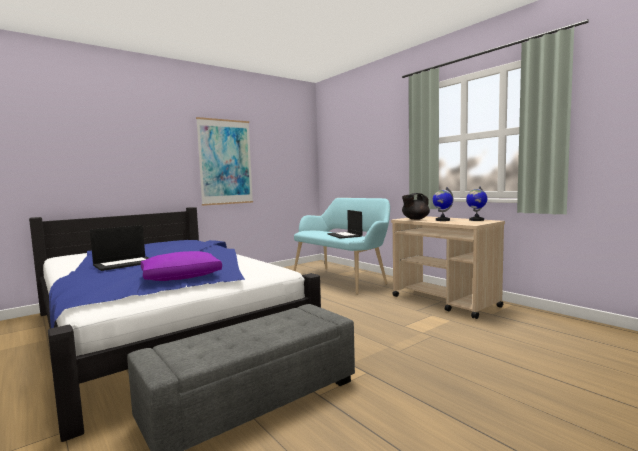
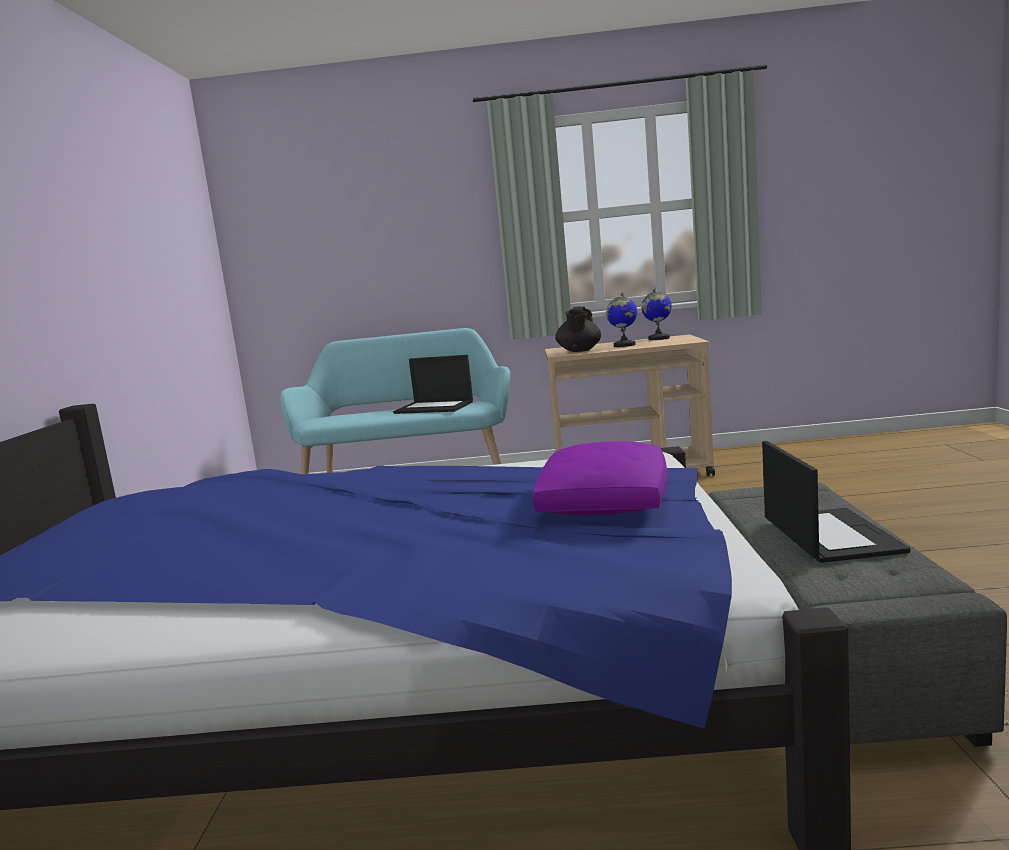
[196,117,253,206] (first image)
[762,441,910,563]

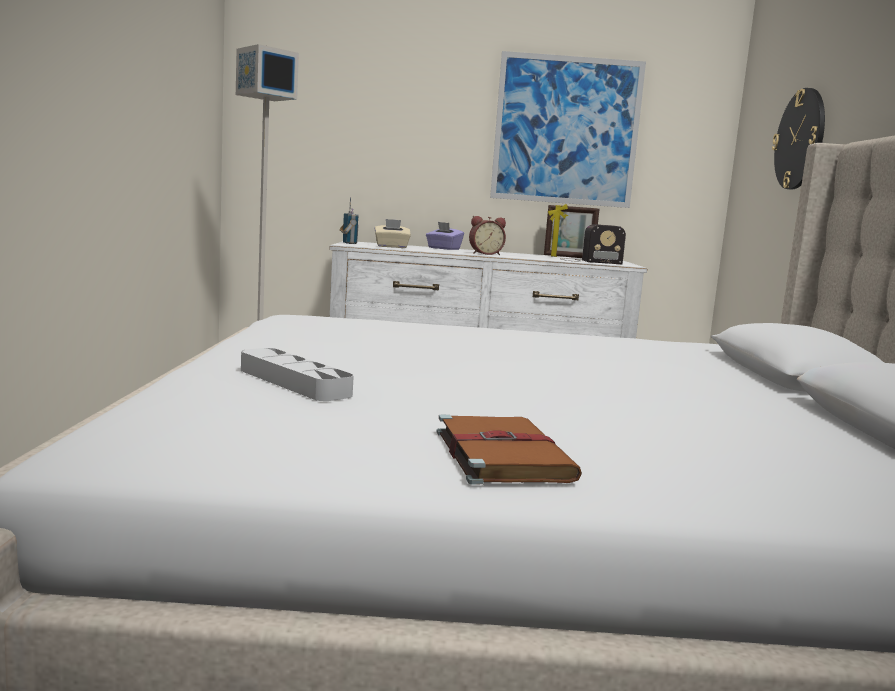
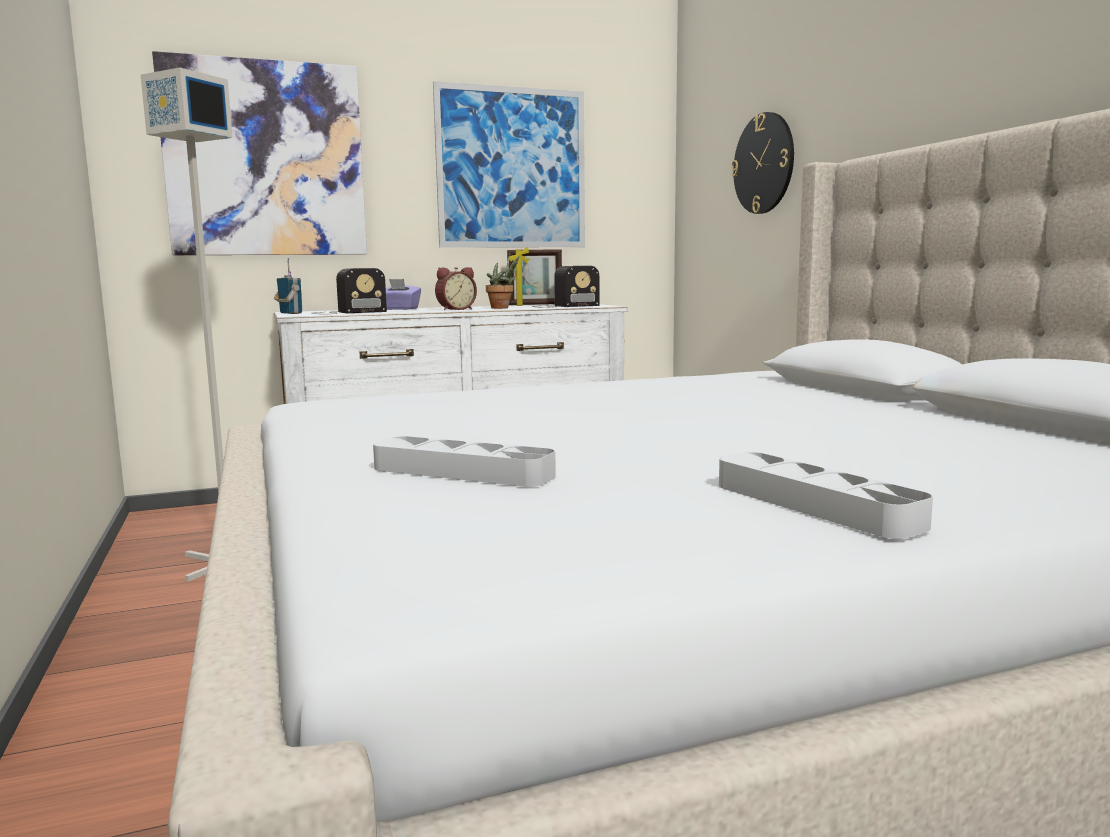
[152,51,367,255]
[486,256,520,309]
[312,268,387,314]
[719,452,933,539]

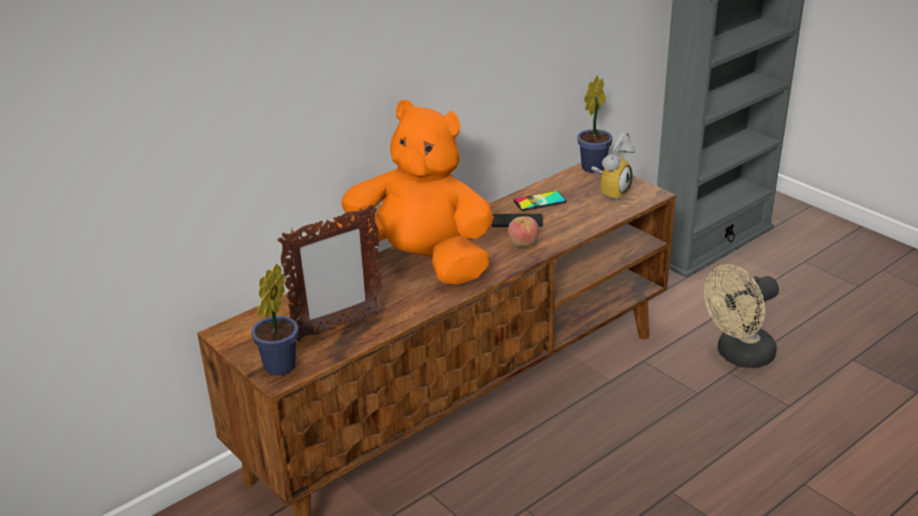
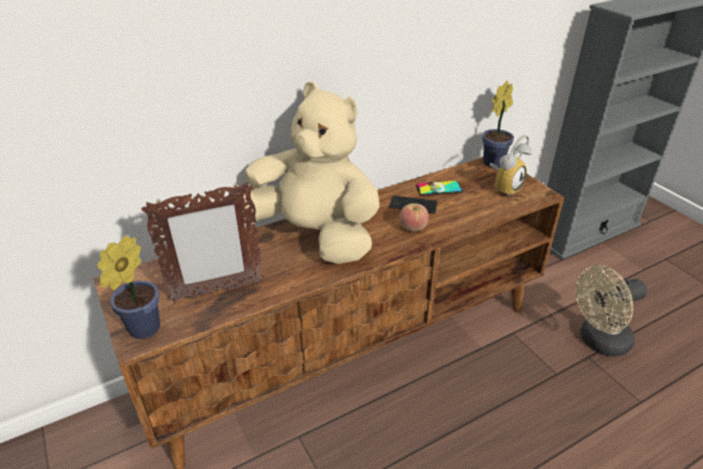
[243,82,380,264]

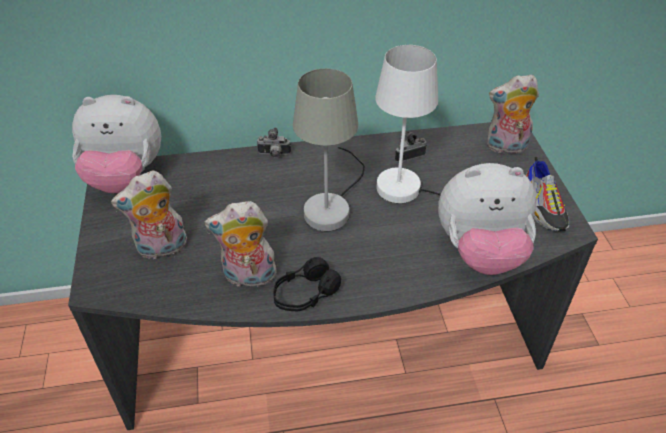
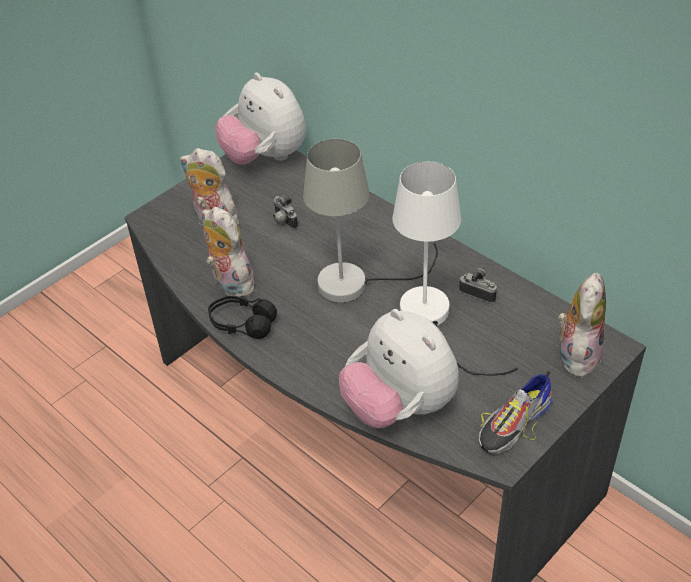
[273,195,298,229]
[558,273,606,377]

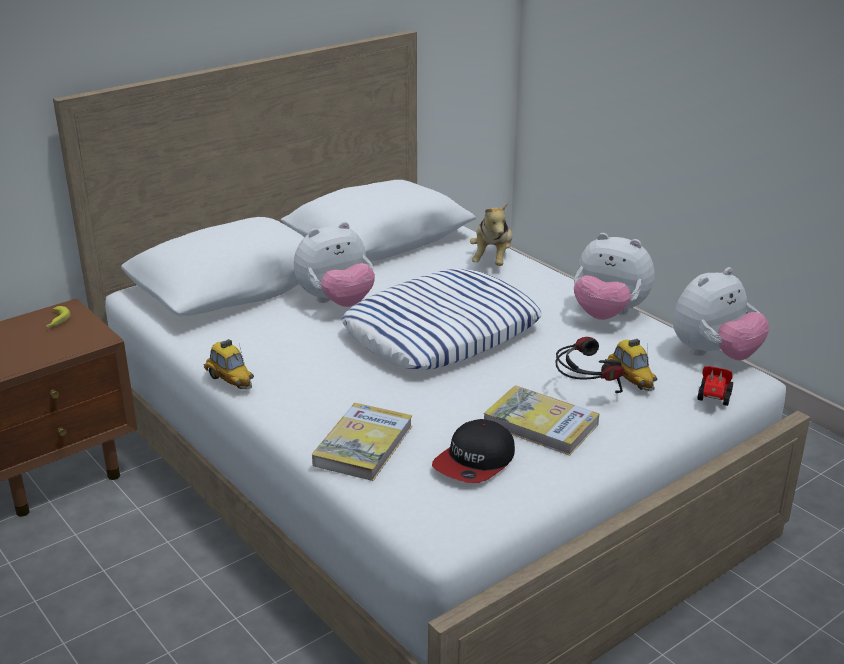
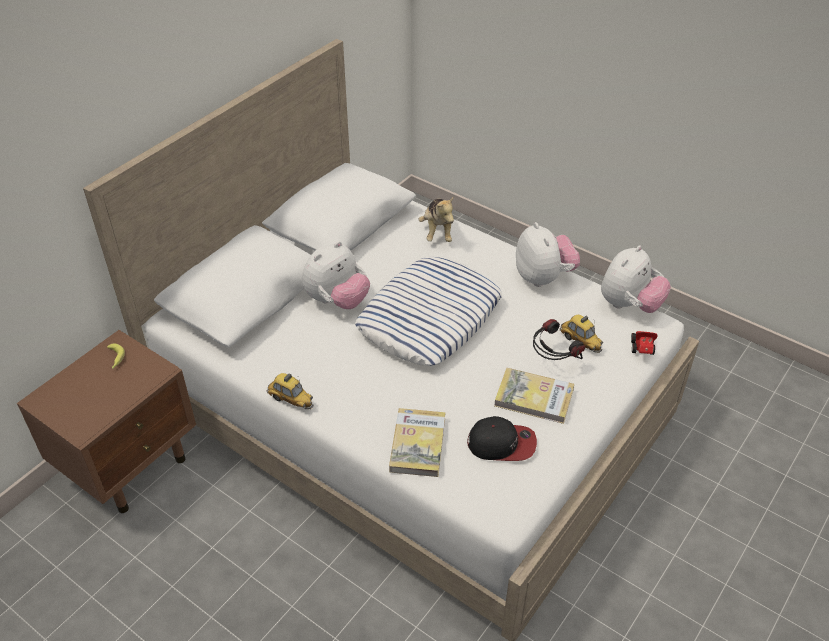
[467,416,537,461]
[516,222,580,287]

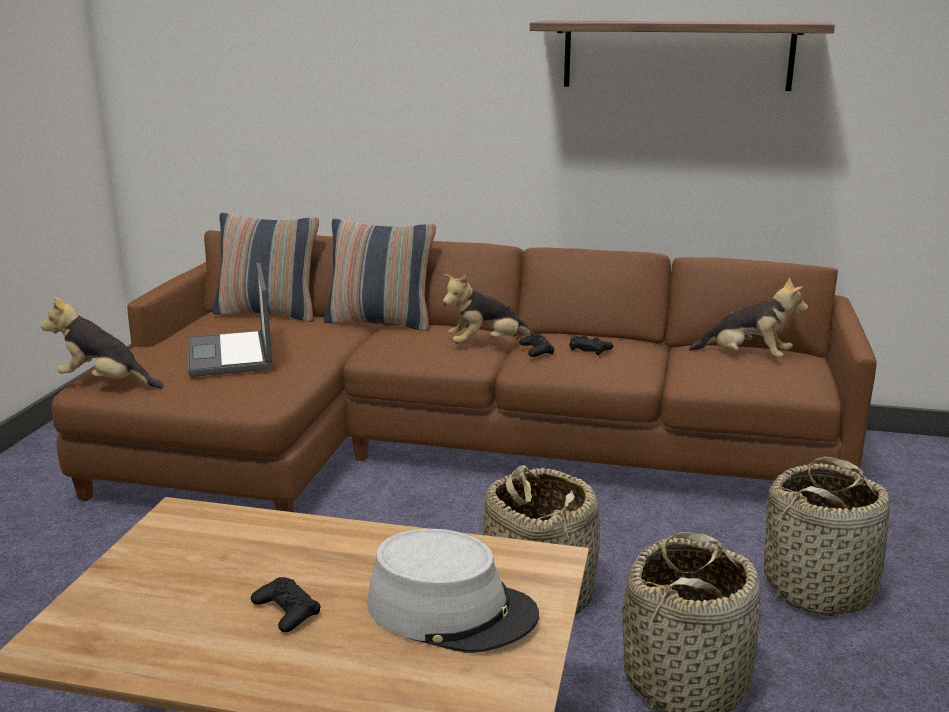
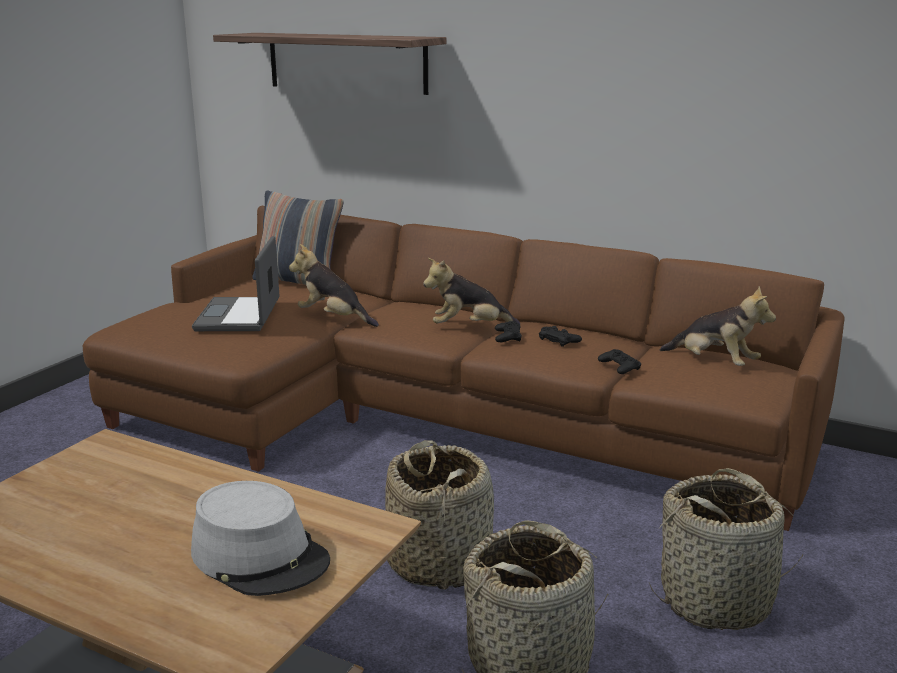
[324,219,436,331] (first image)
[289,244,379,327]
[598,349,641,374]
[213,33,446,95]

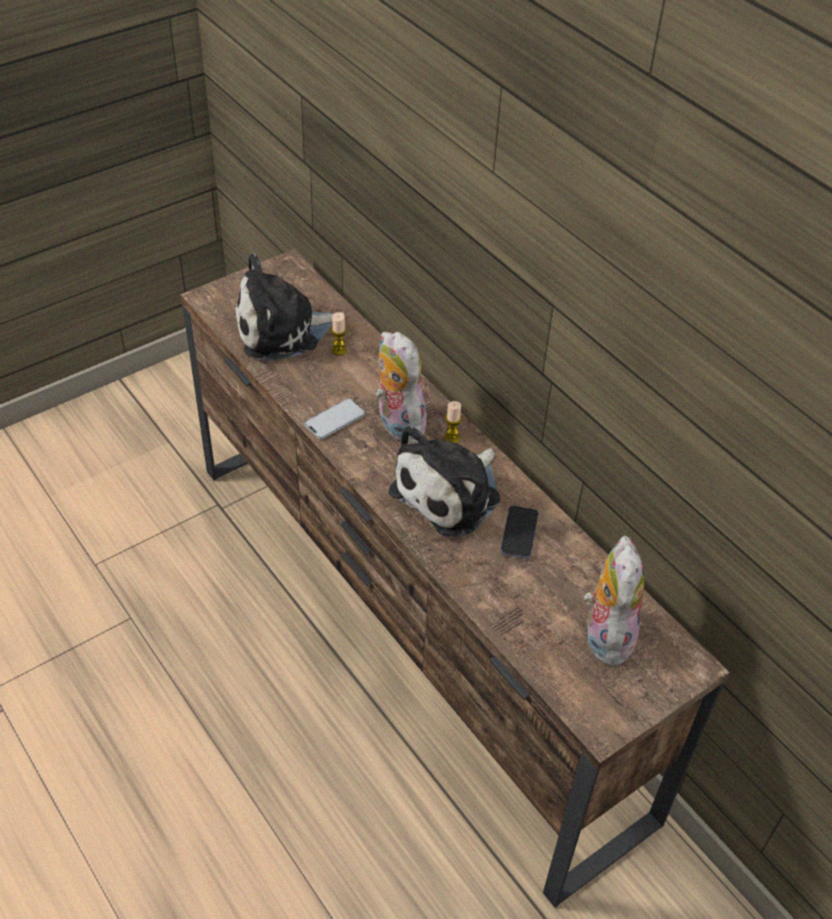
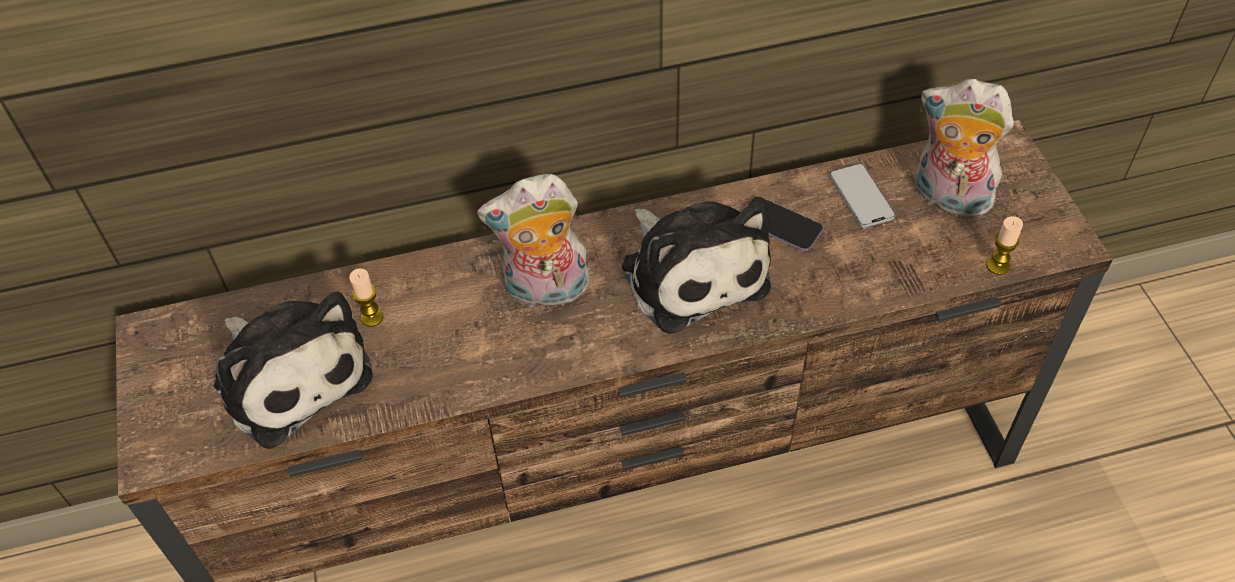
[829,163,895,228]
[986,216,1023,275]
[214,291,373,449]

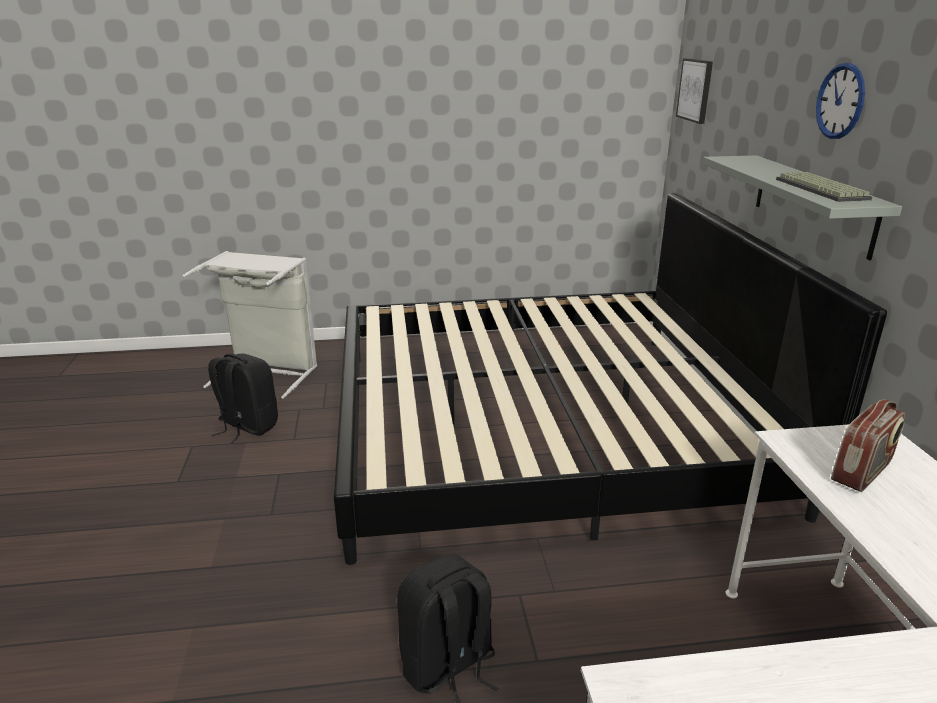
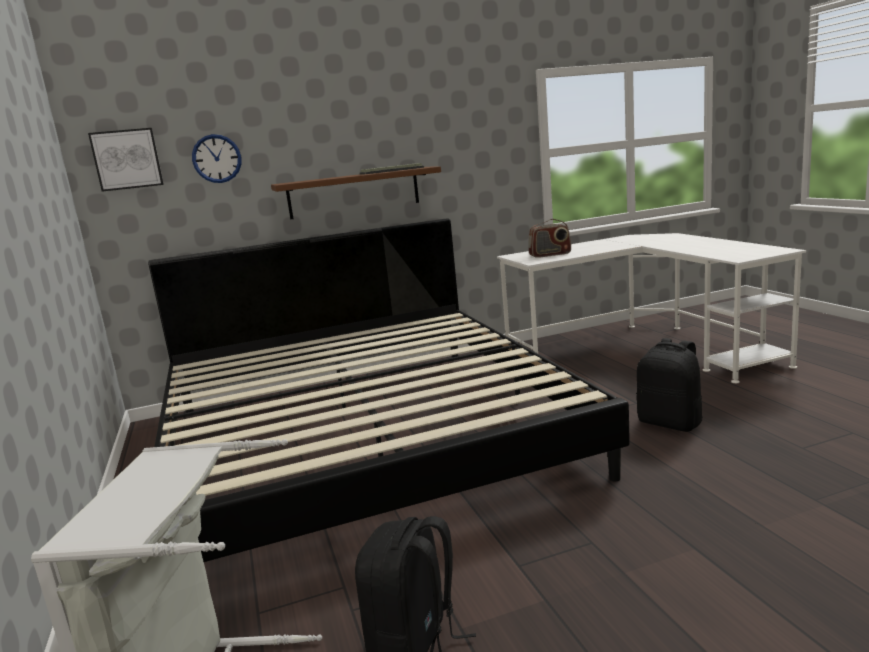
[192,134,242,183]
[271,166,441,219]
[528,219,571,258]

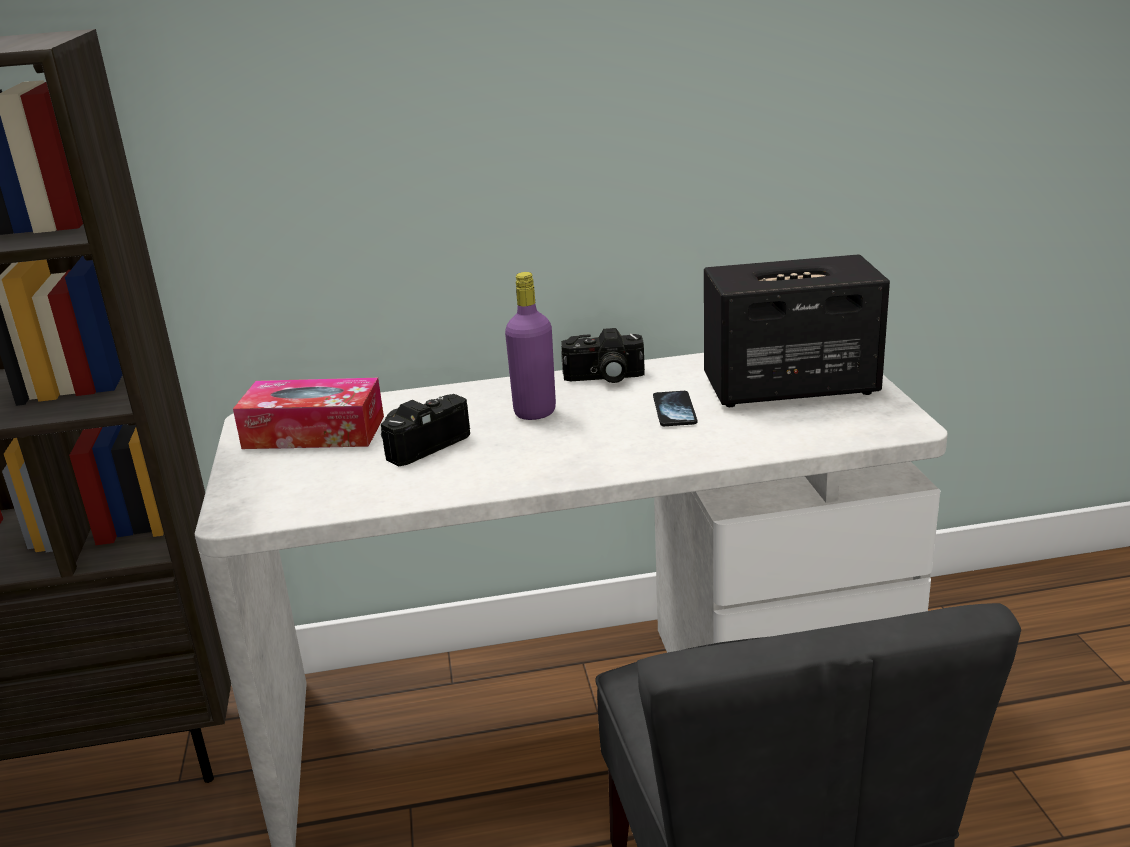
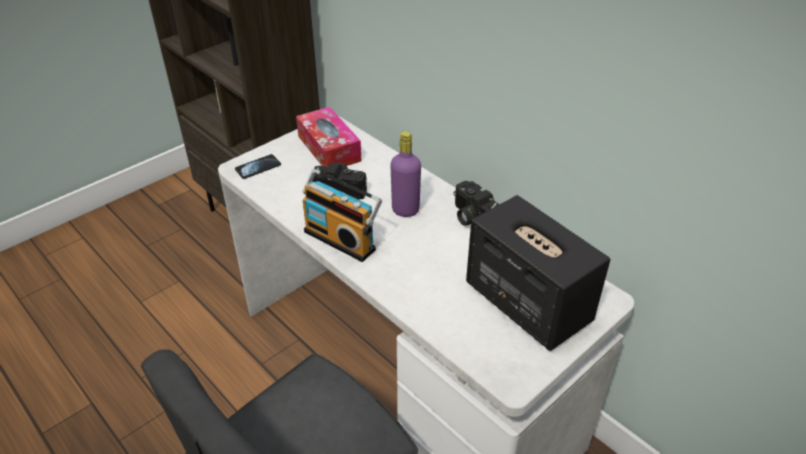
[302,169,382,262]
[235,154,281,179]

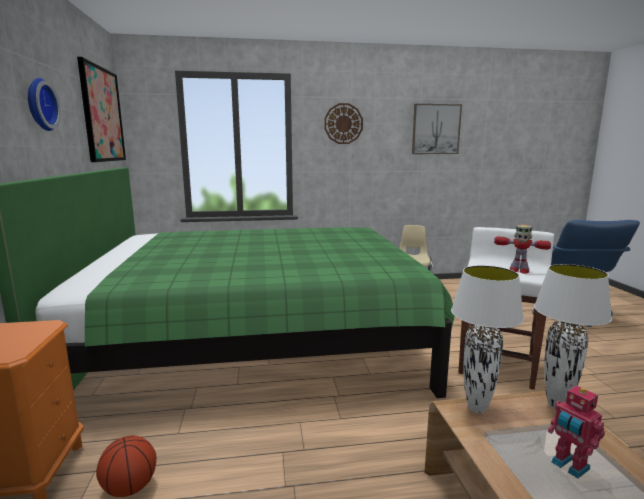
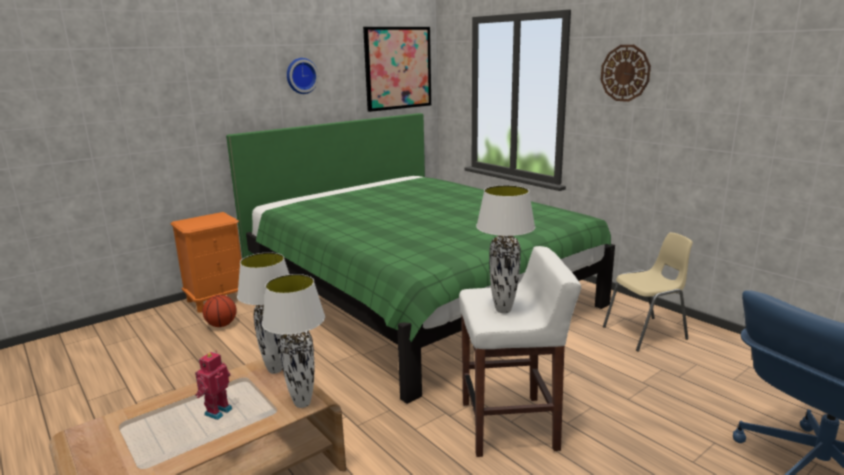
[412,104,462,154] (first image)
[476,185,535,313]

